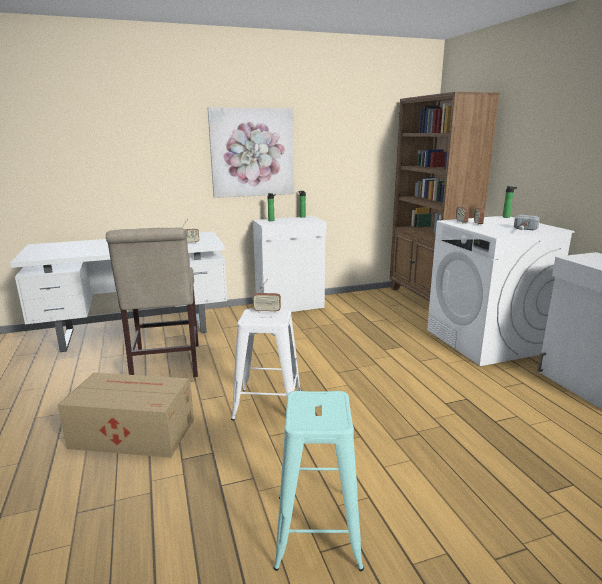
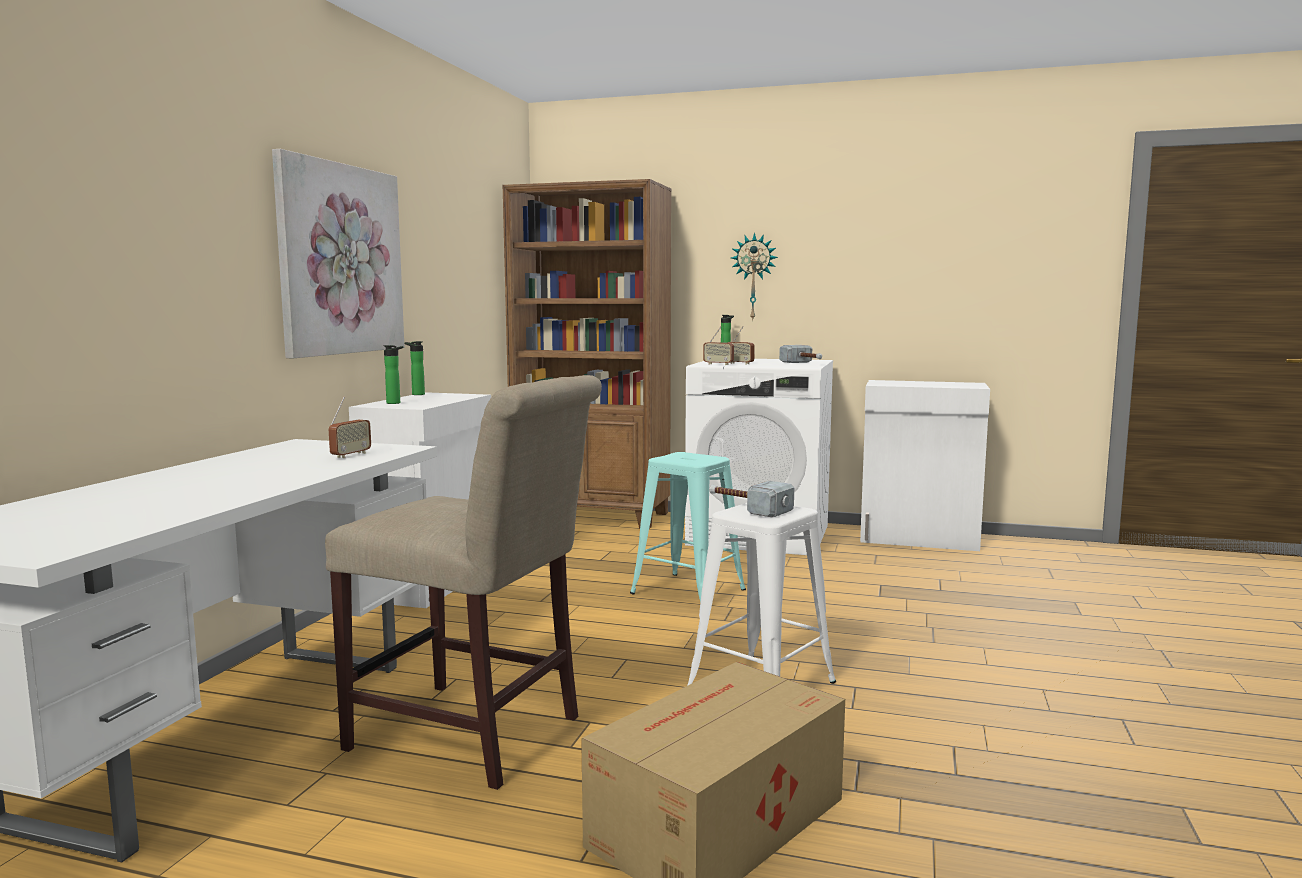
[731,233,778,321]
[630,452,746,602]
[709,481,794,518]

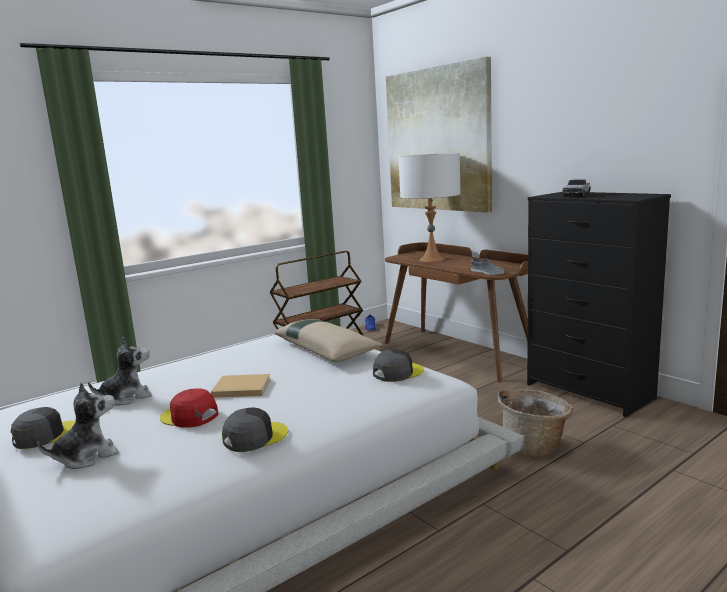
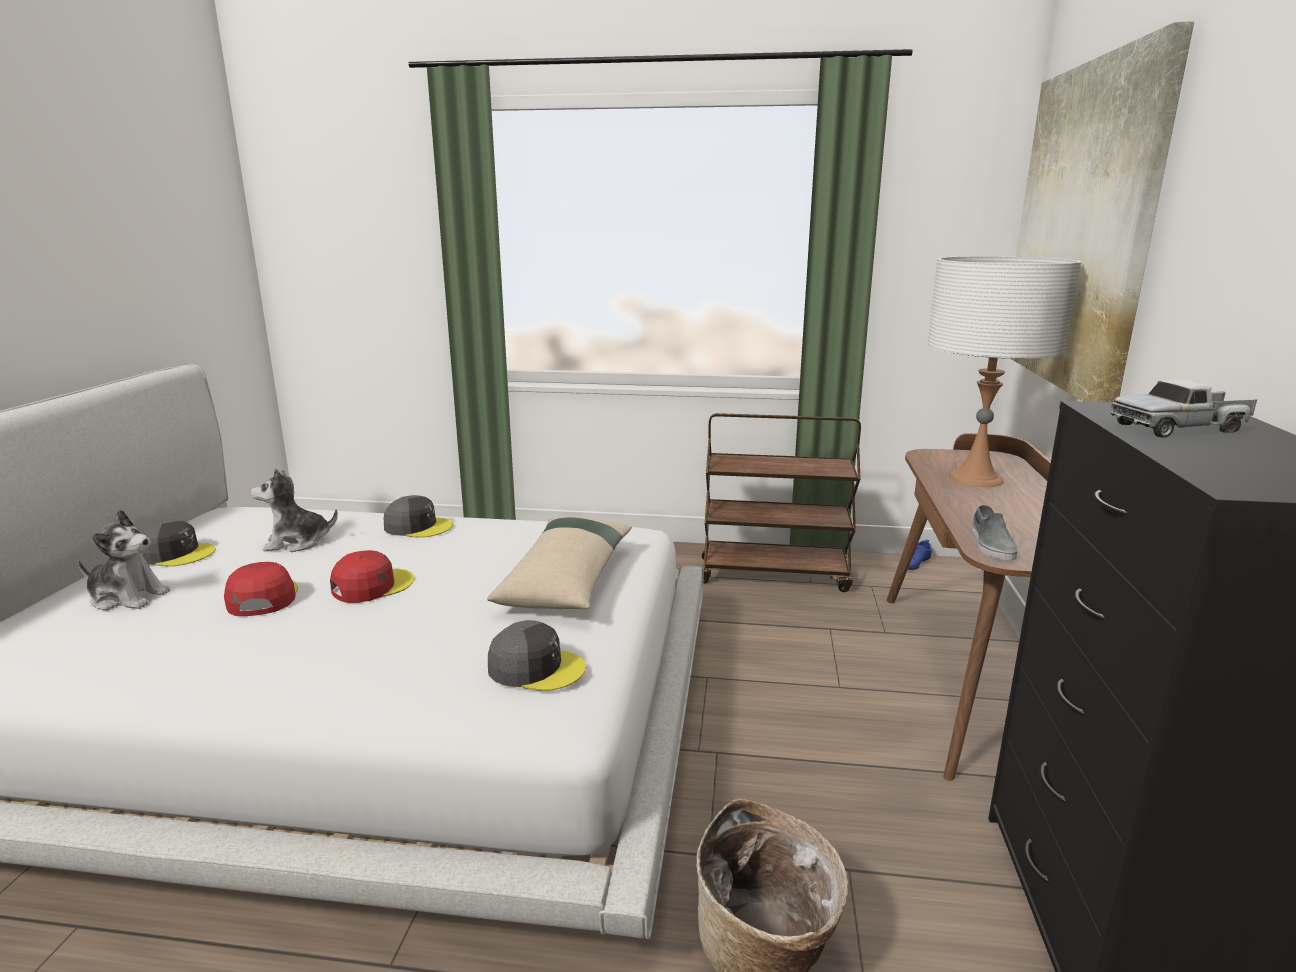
[384,495,453,538]
[330,550,414,603]
[251,469,338,552]

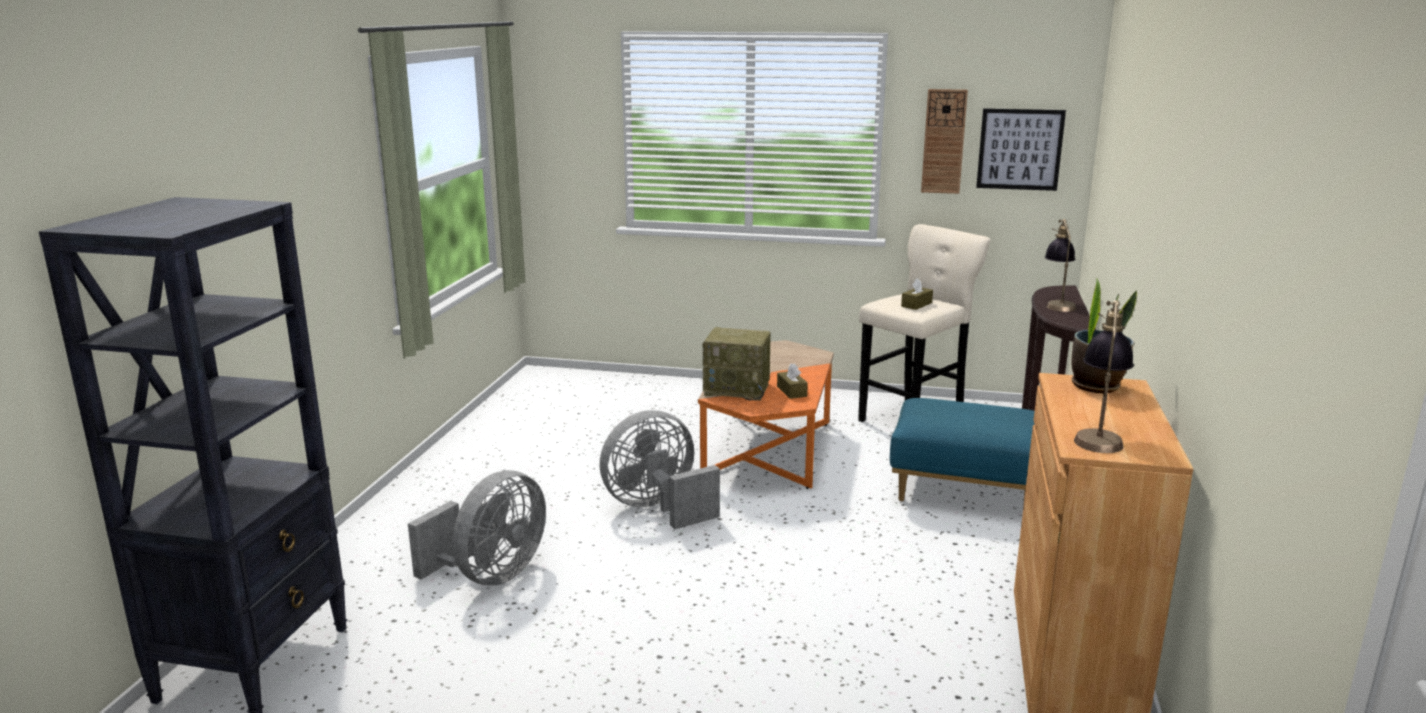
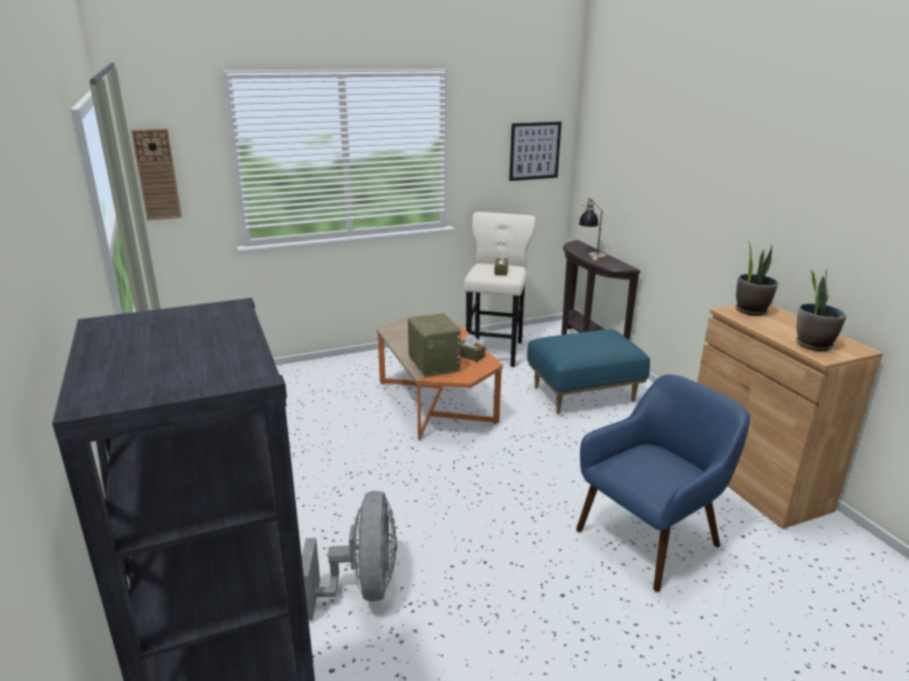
[600,410,720,530] (first image)
[576,374,750,592]
[131,129,182,221]
[796,270,846,351]
[408,313,461,377]

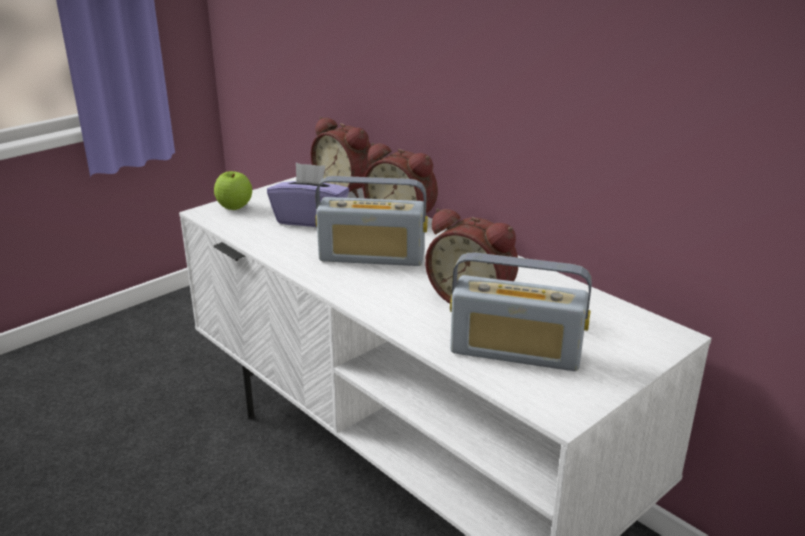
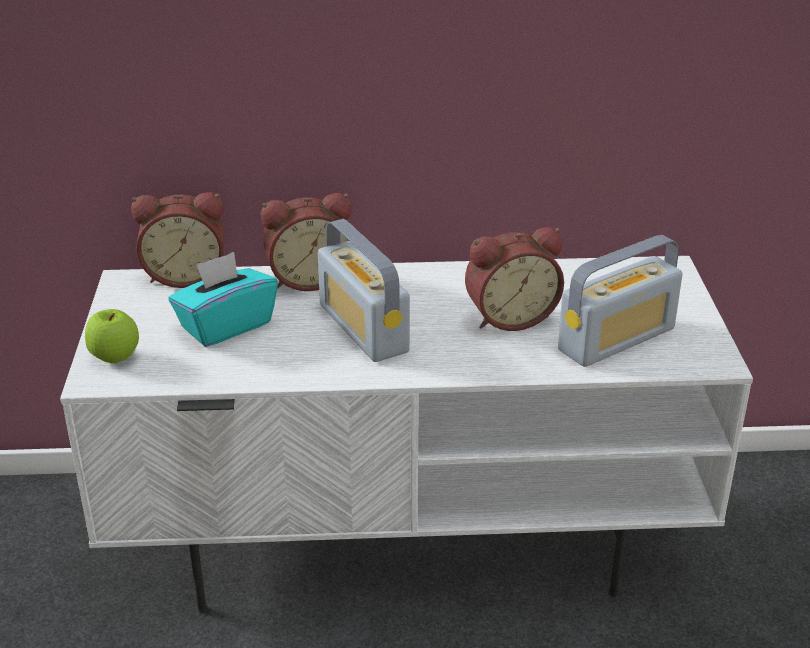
[169,252,278,347]
[318,219,410,362]

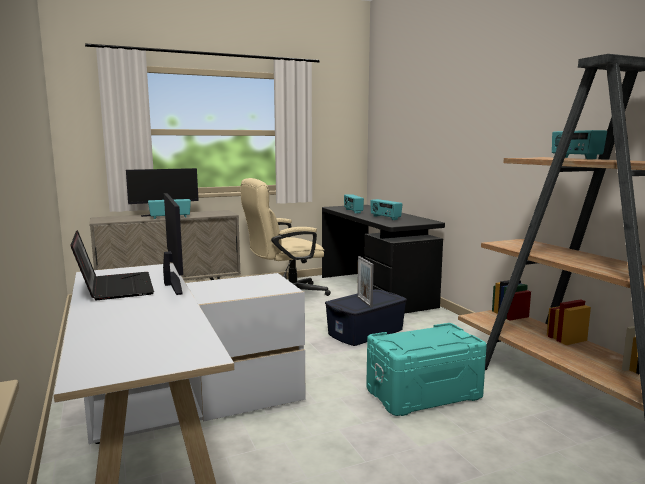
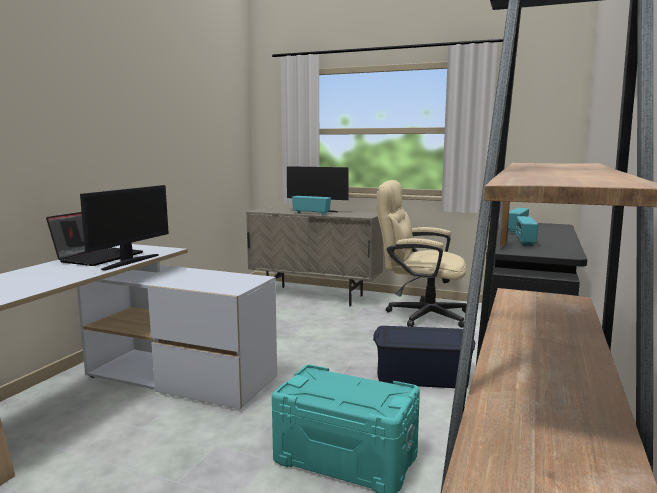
[552,130,607,159] (first image)
[497,201,510,251]

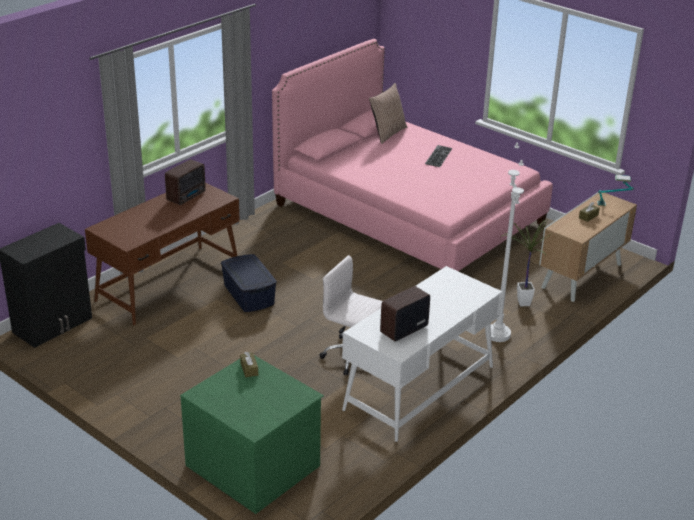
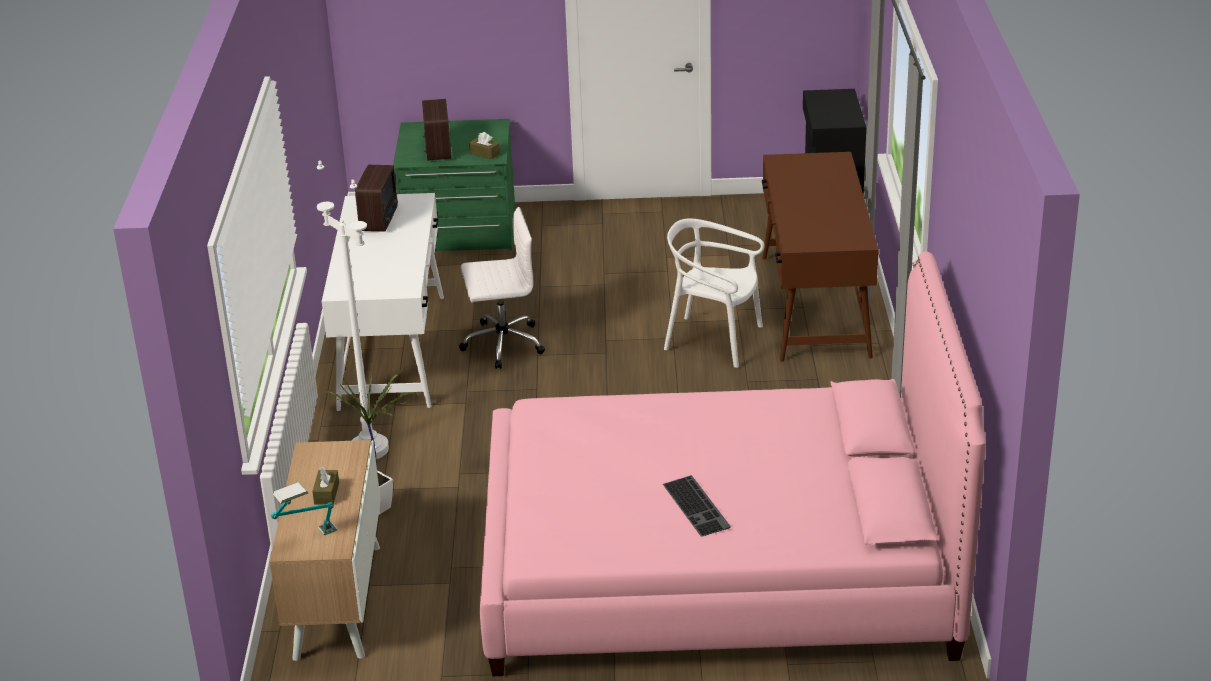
[369,83,407,144] (first image)
[422,99,452,160]
[664,218,765,368]

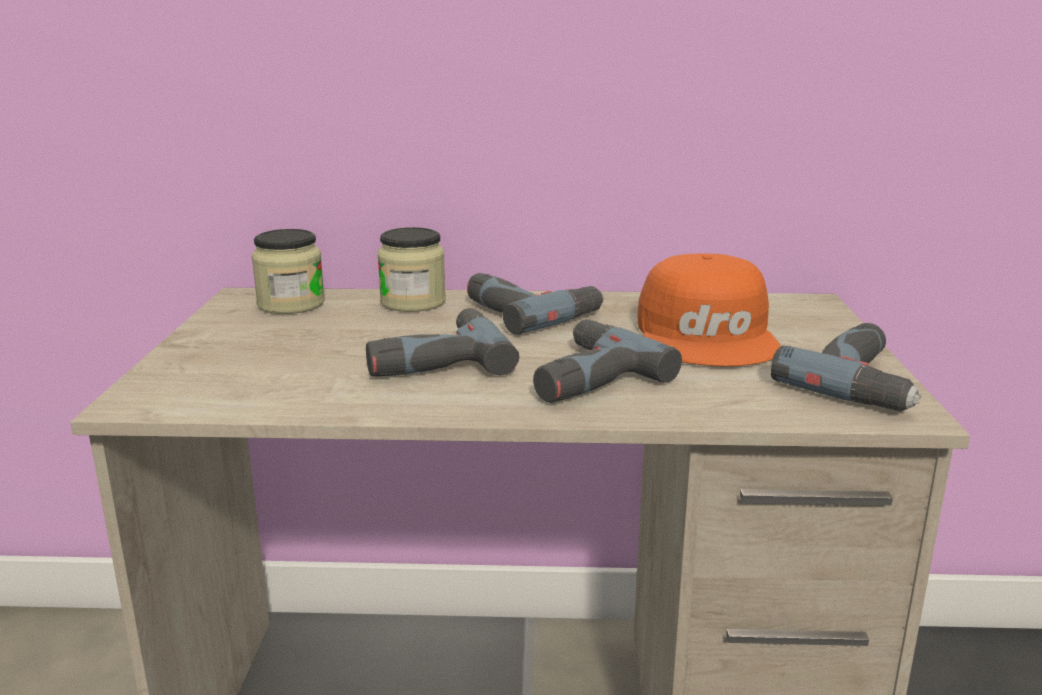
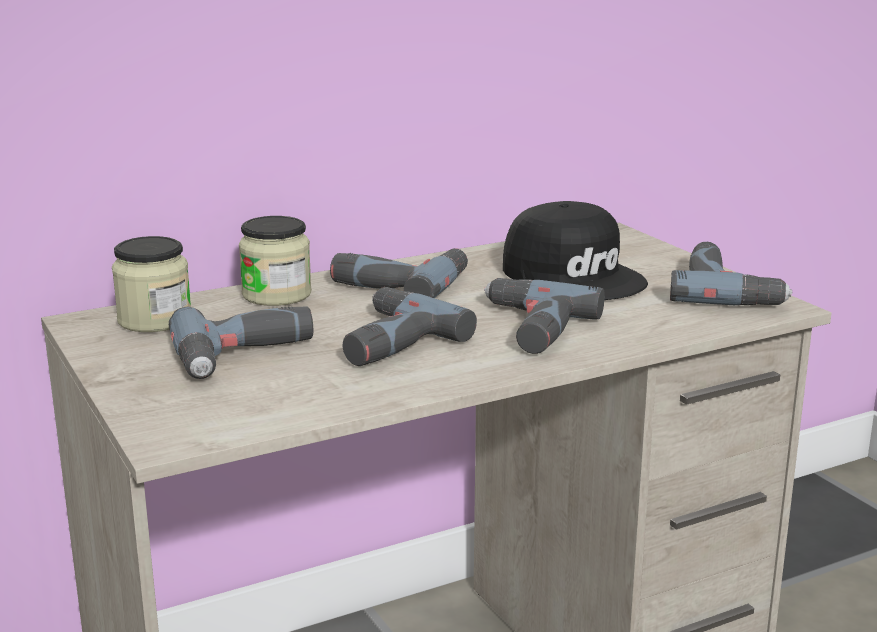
[169,306,313,379]
[503,201,648,300]

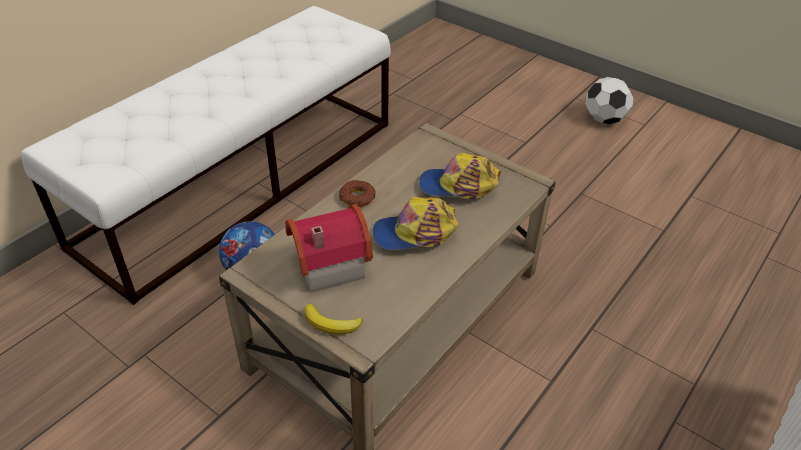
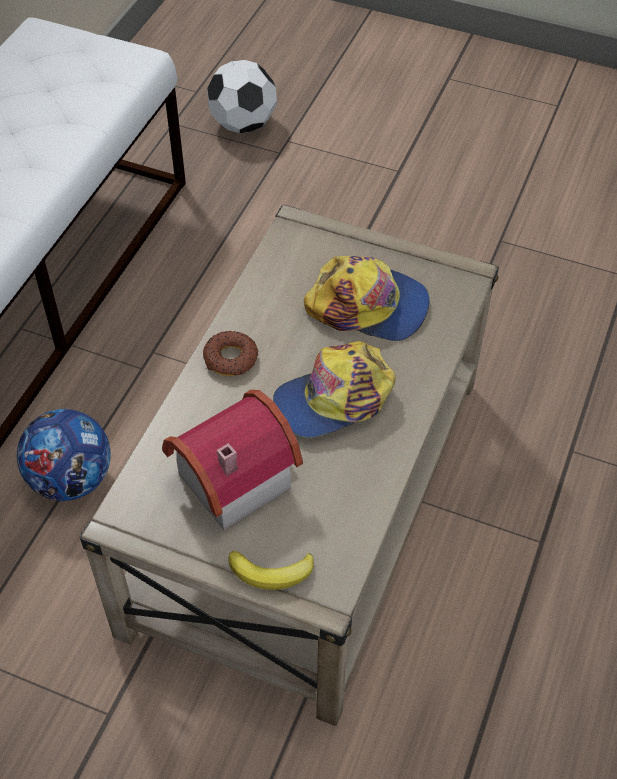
[207,60,277,133]
[304,256,430,341]

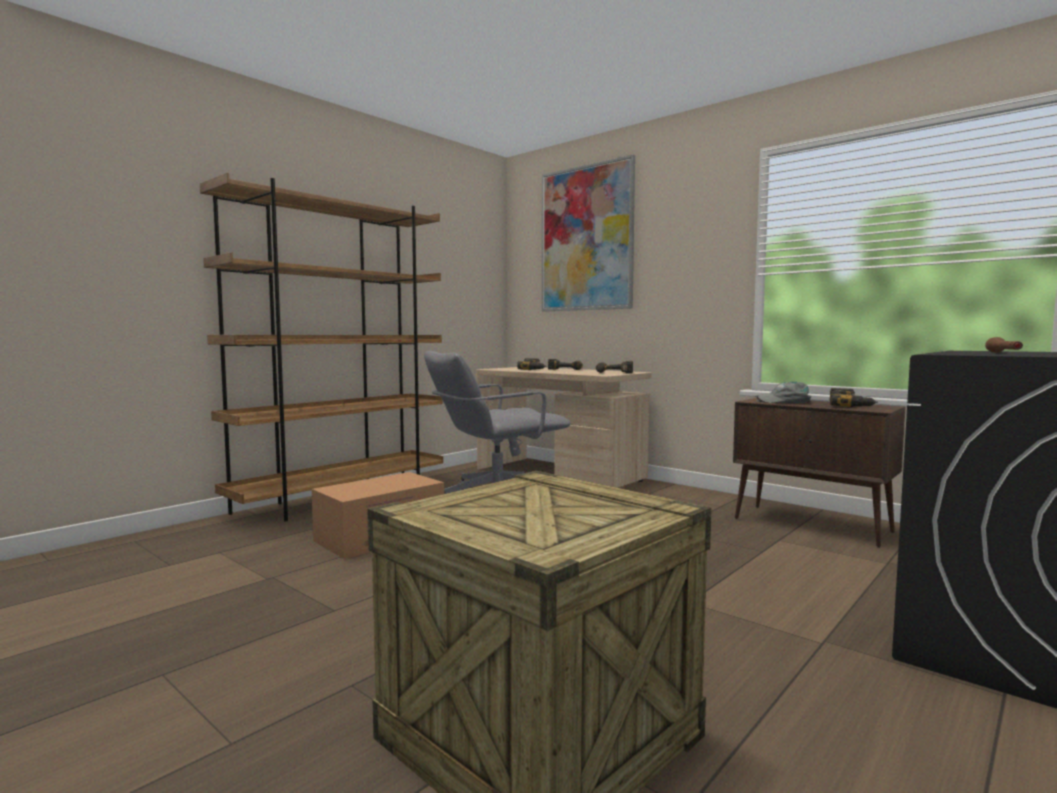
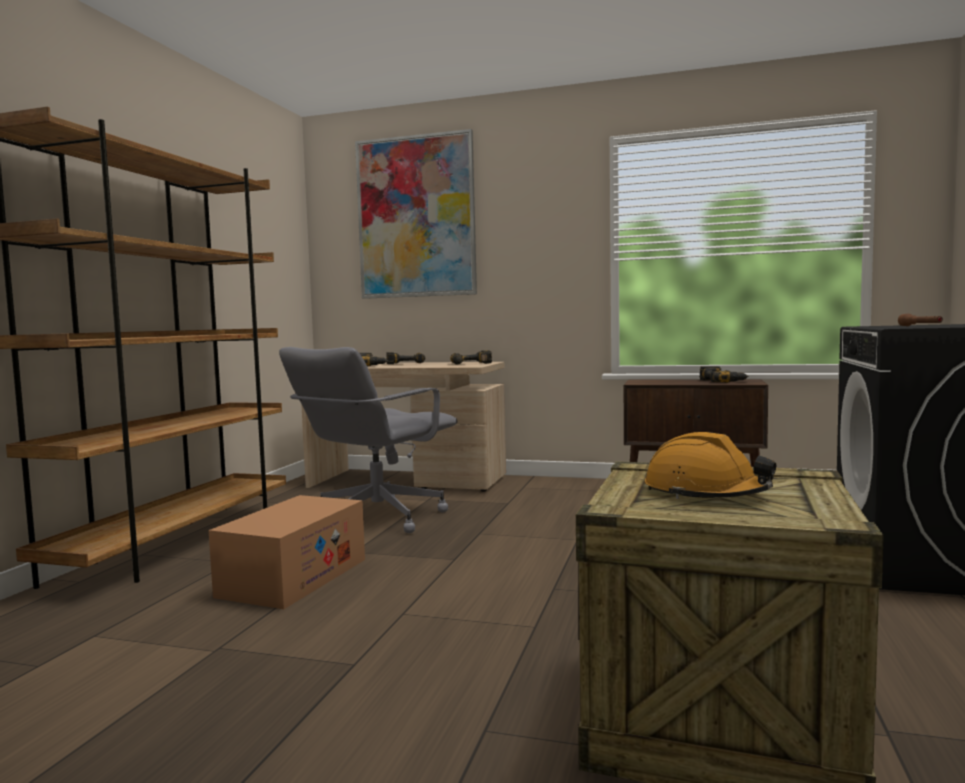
[756,382,812,403] (first image)
[645,432,776,499]

